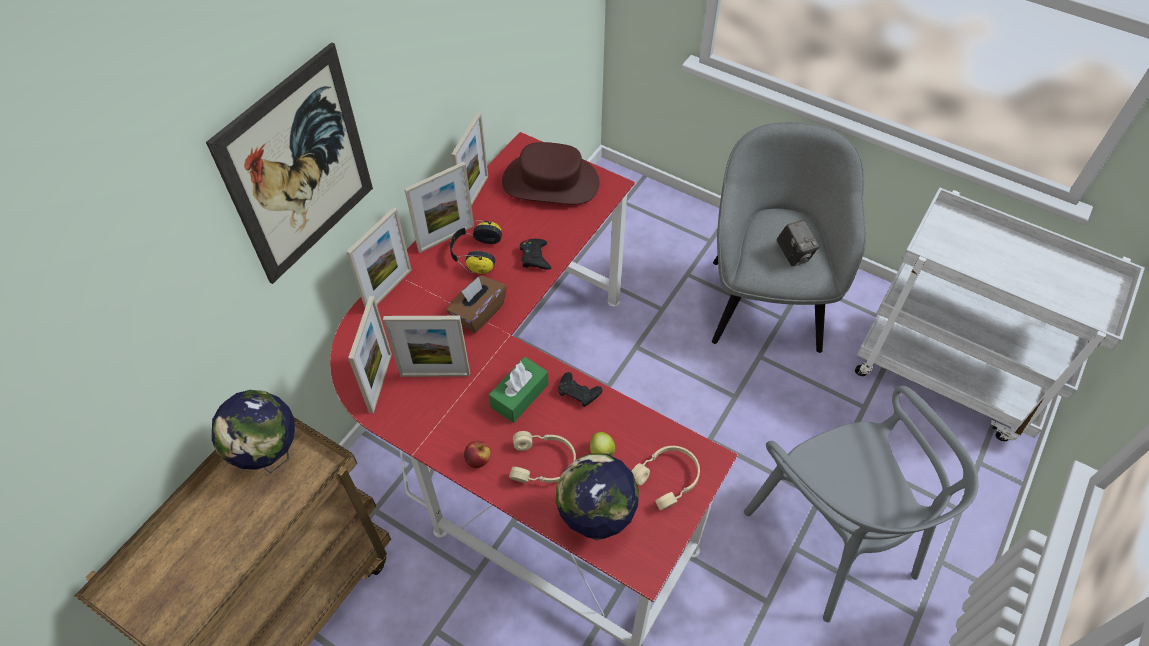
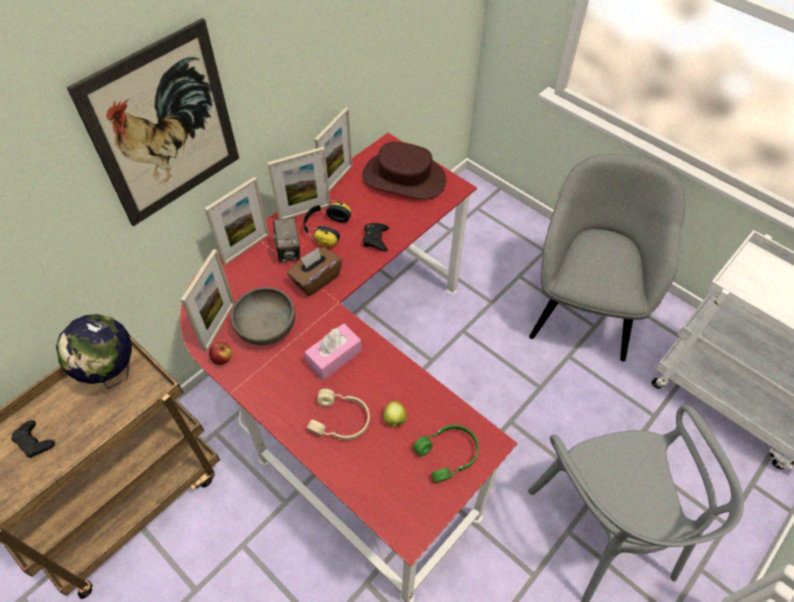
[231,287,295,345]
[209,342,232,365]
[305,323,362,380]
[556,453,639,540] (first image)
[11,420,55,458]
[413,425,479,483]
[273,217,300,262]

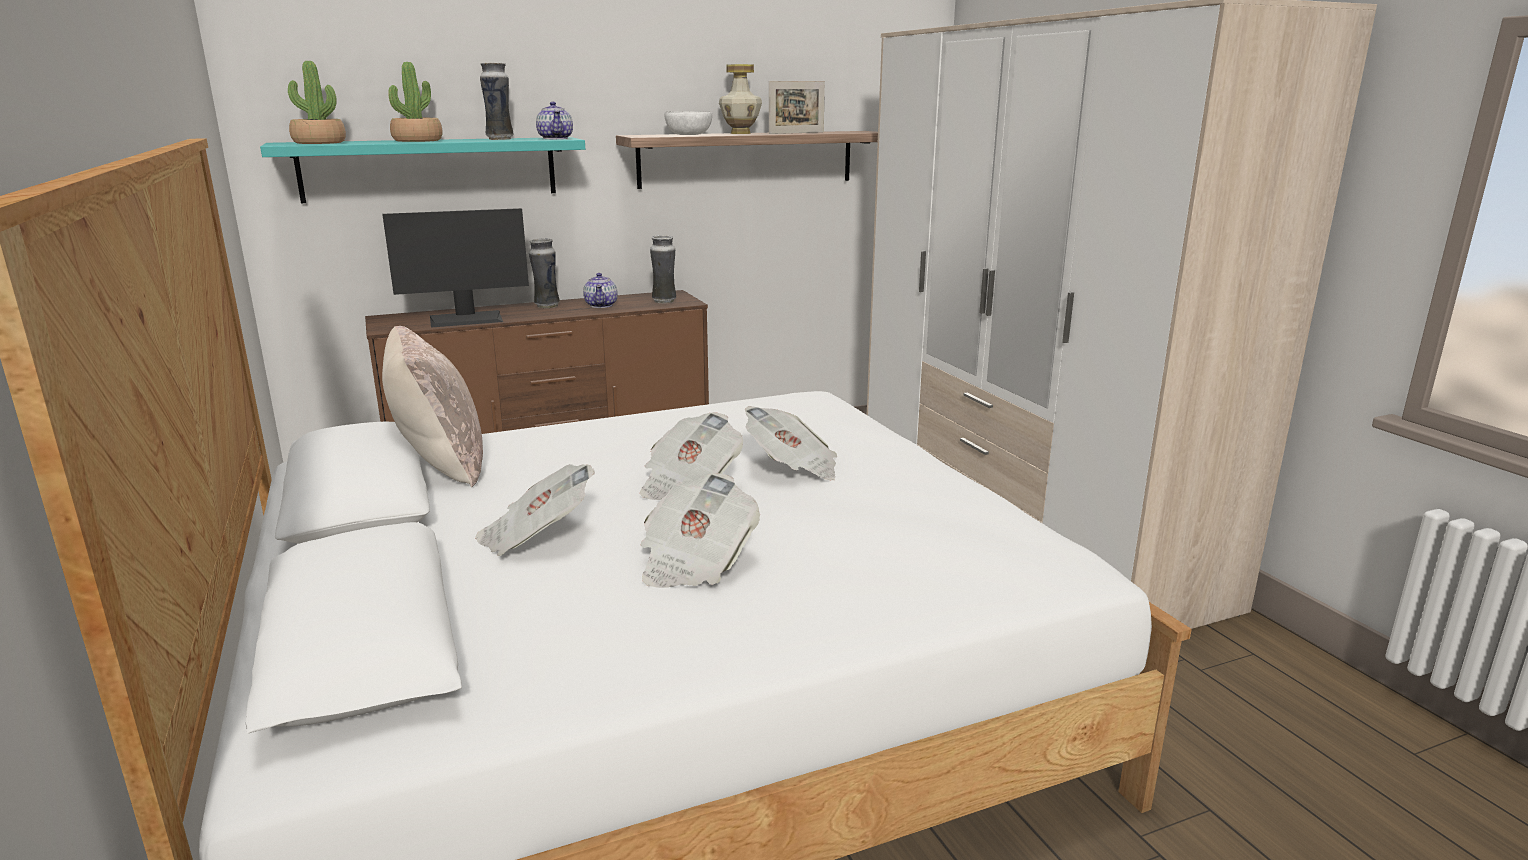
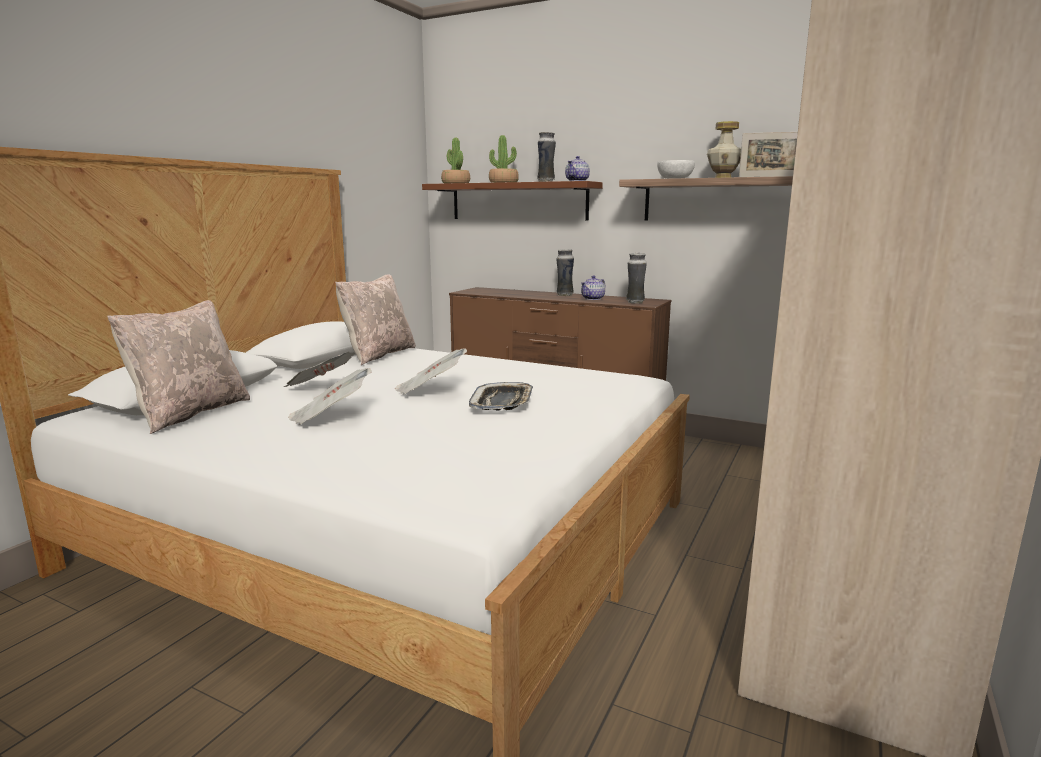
[422,181,603,221]
[382,208,529,328] (first image)
[469,382,533,410]
[107,300,250,434]

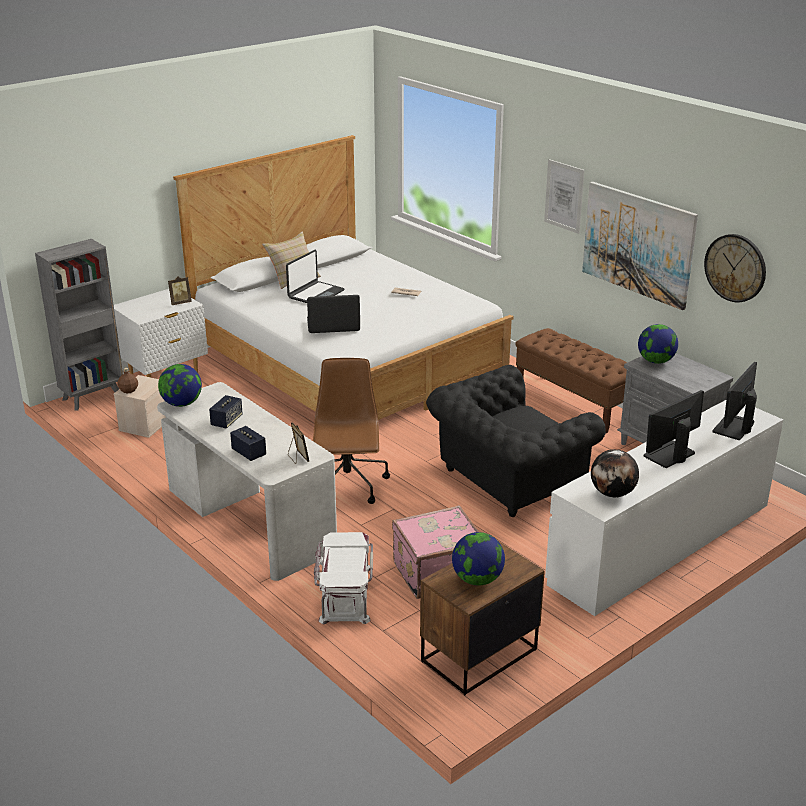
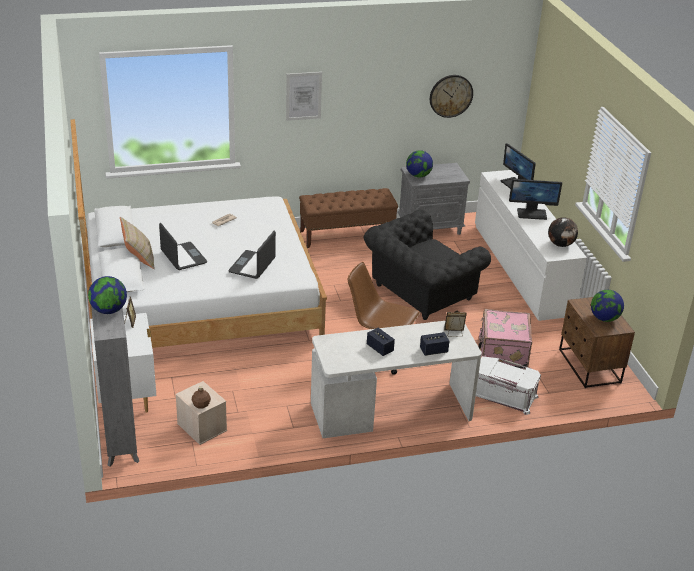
[88,276,127,314]
[363,209,491,320]
[582,182,698,310] (first image)
[509,179,562,220]

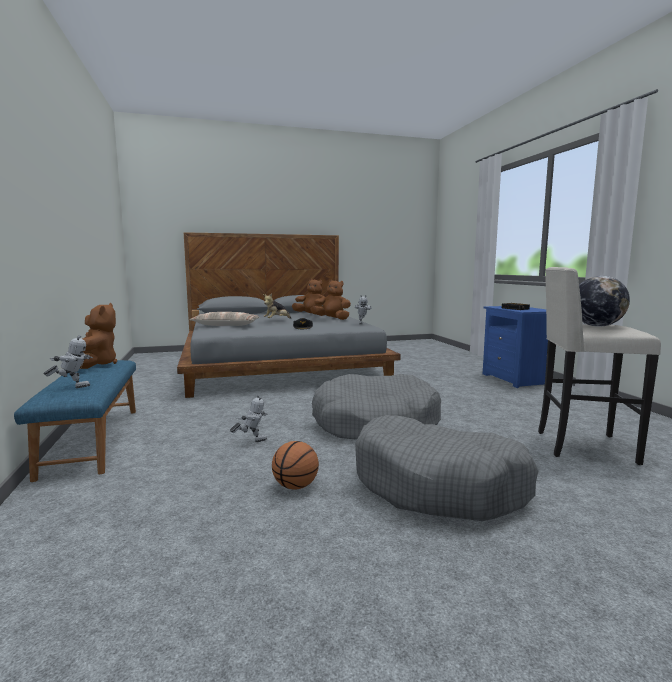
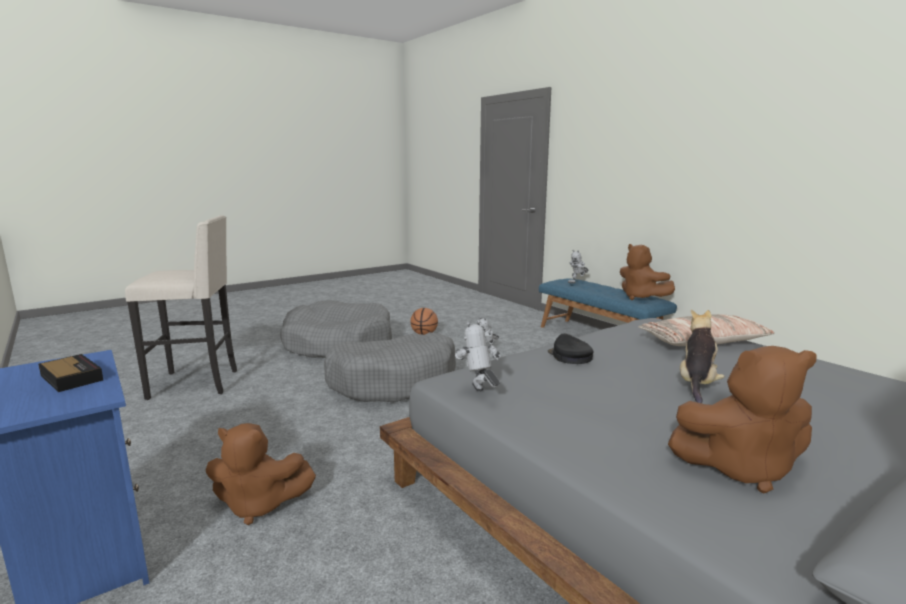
[206,423,316,525]
[579,276,630,327] (first image)

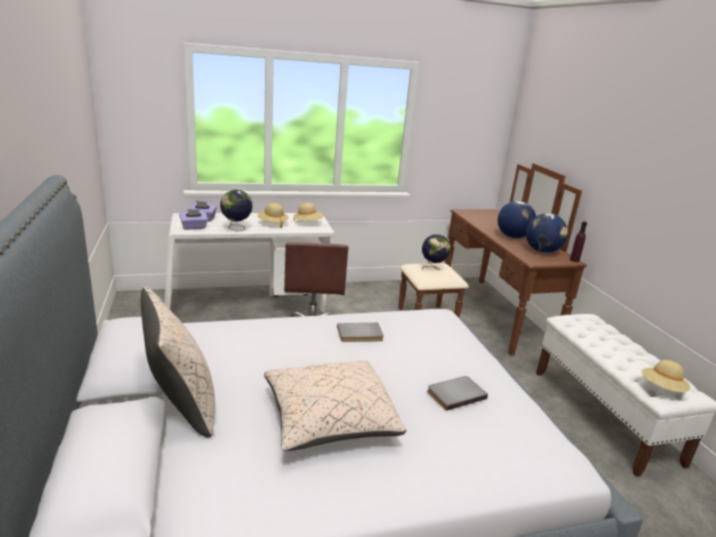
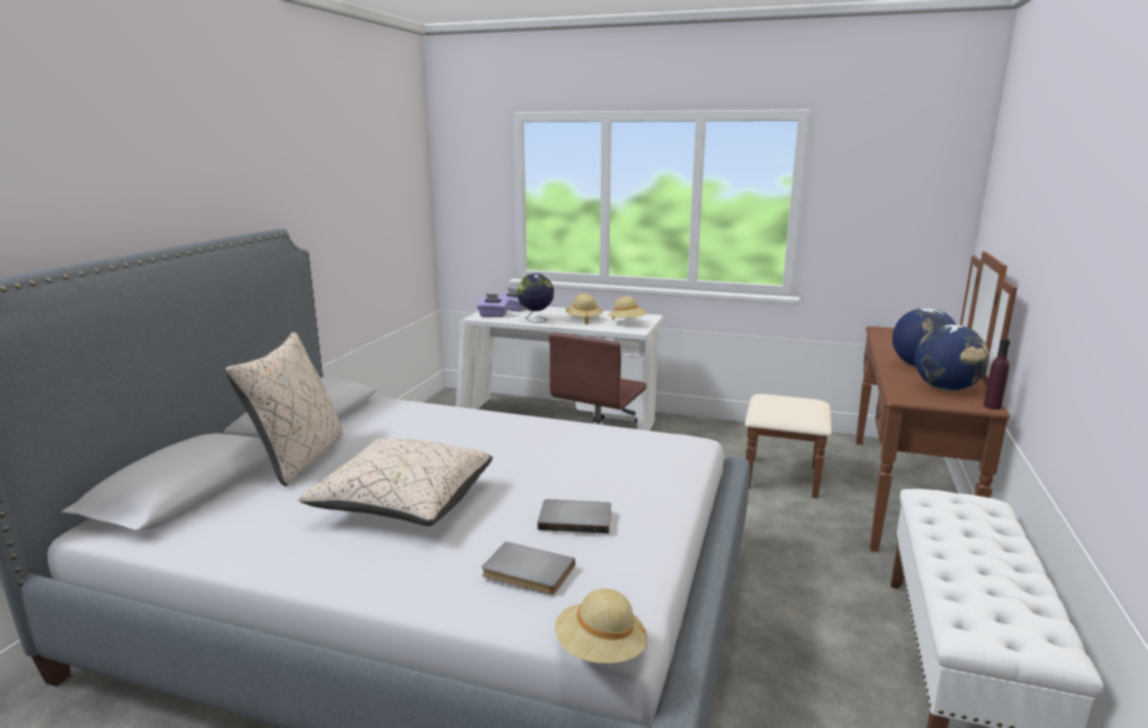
[482,541,575,595]
[422,234,451,271] (first image)
[555,589,647,663]

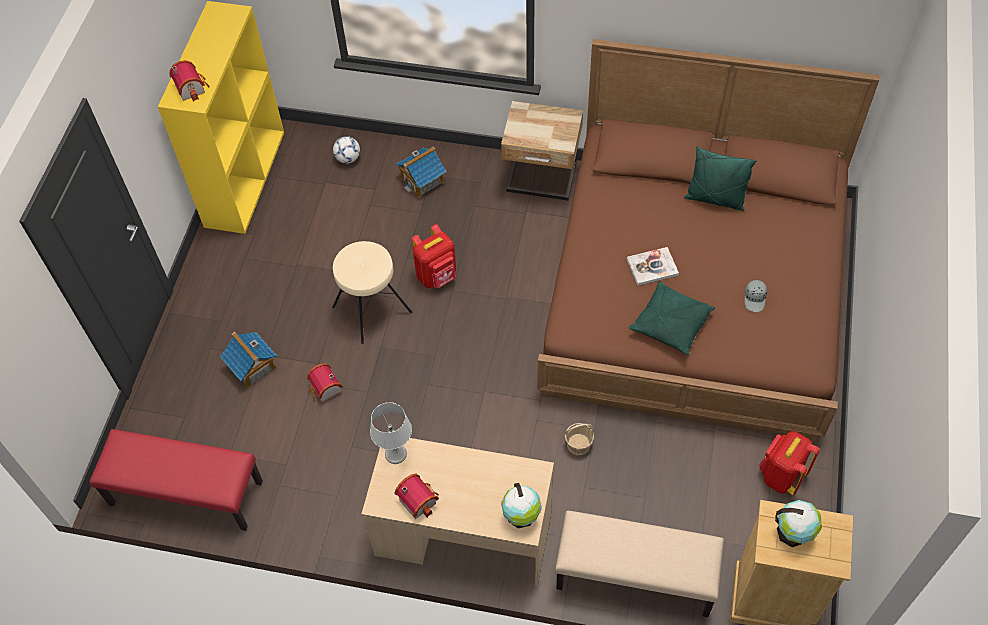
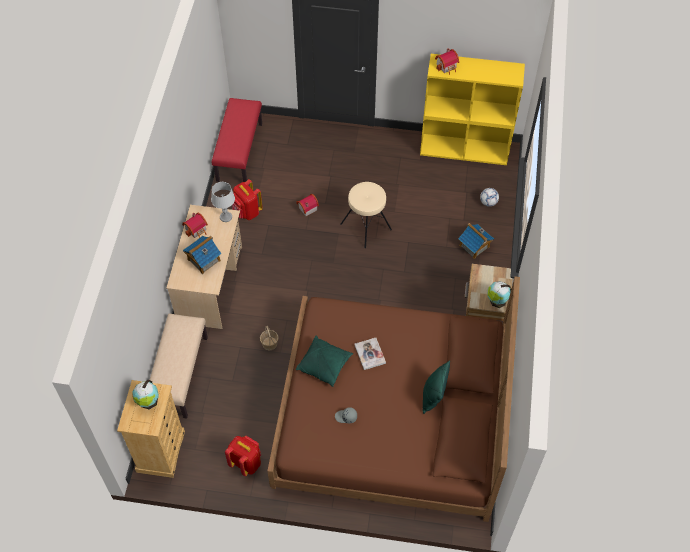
[183,236,222,274]
[232,179,263,220]
[488,281,511,308]

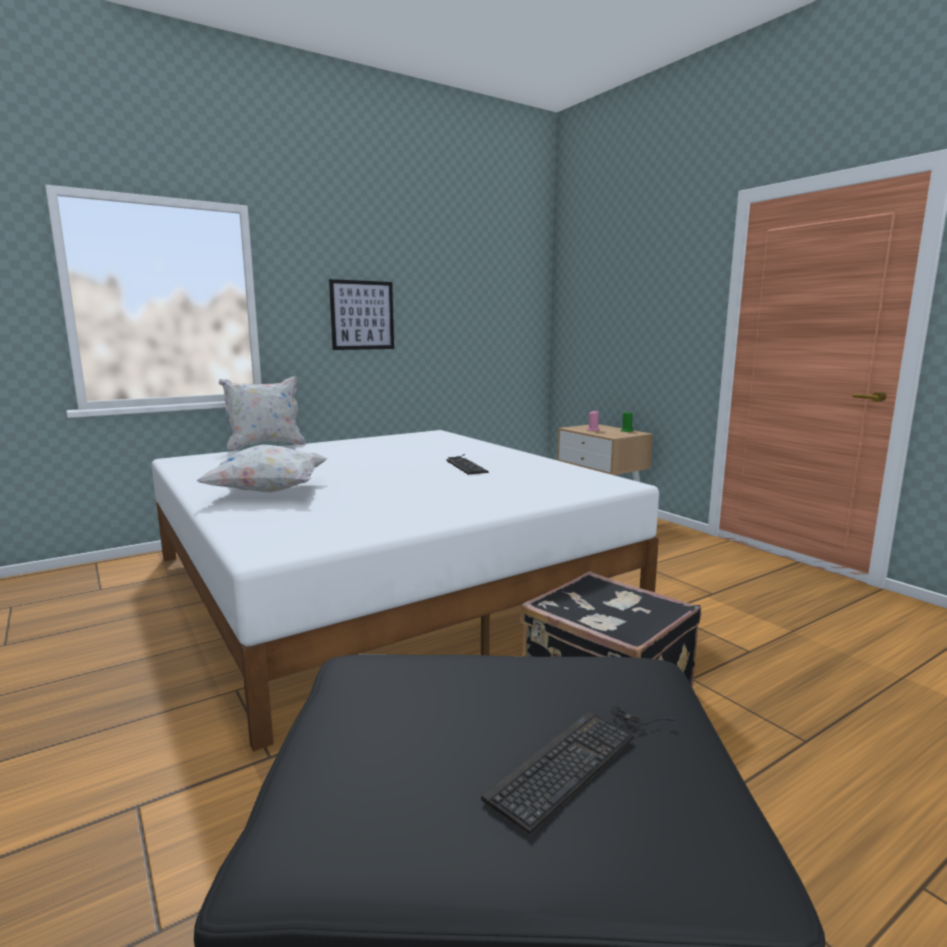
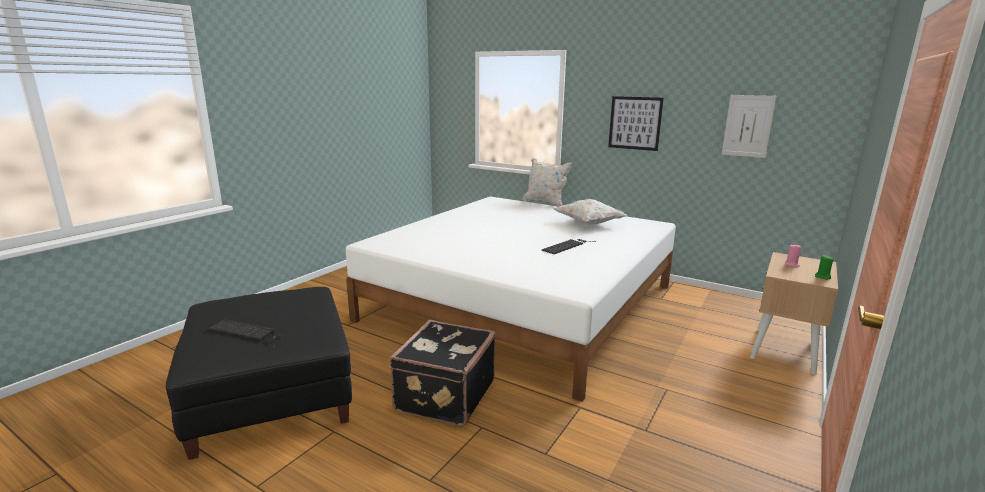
[553,199,627,224]
[722,95,776,158]

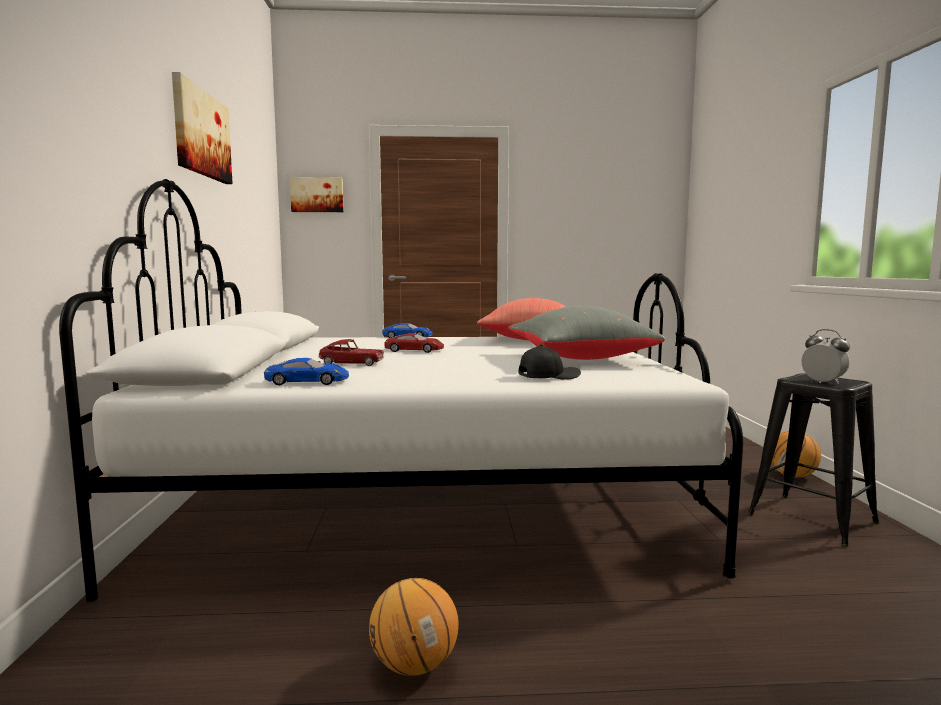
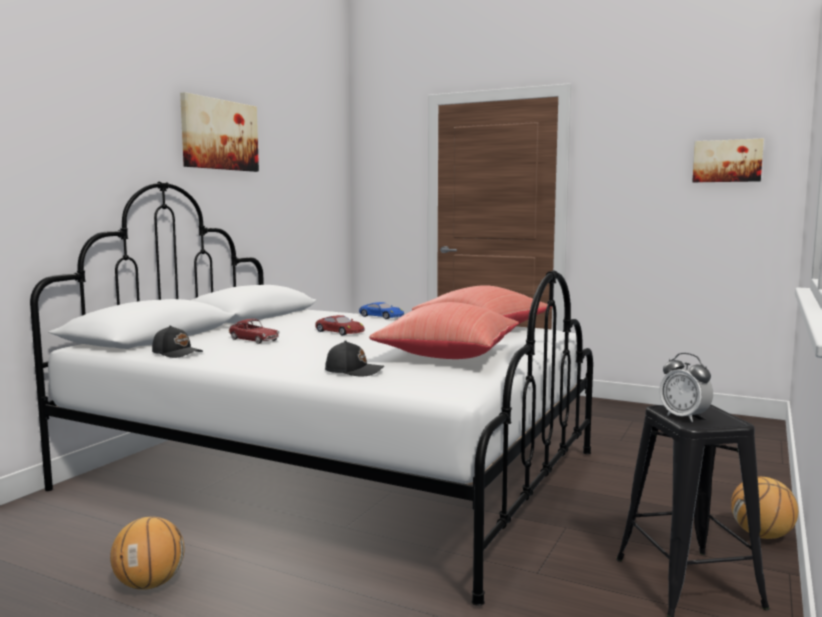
[152,325,203,358]
[692,138,764,182]
[369,302,519,359]
[660,353,713,422]

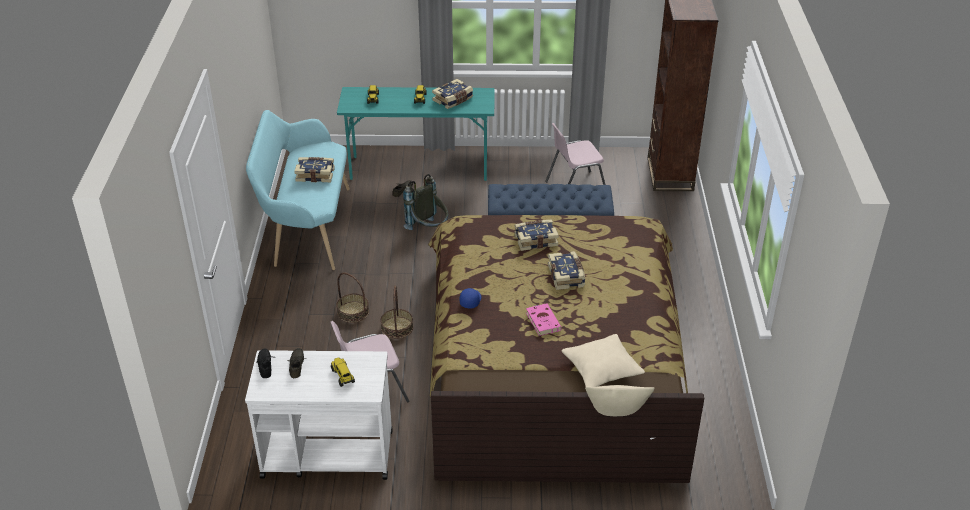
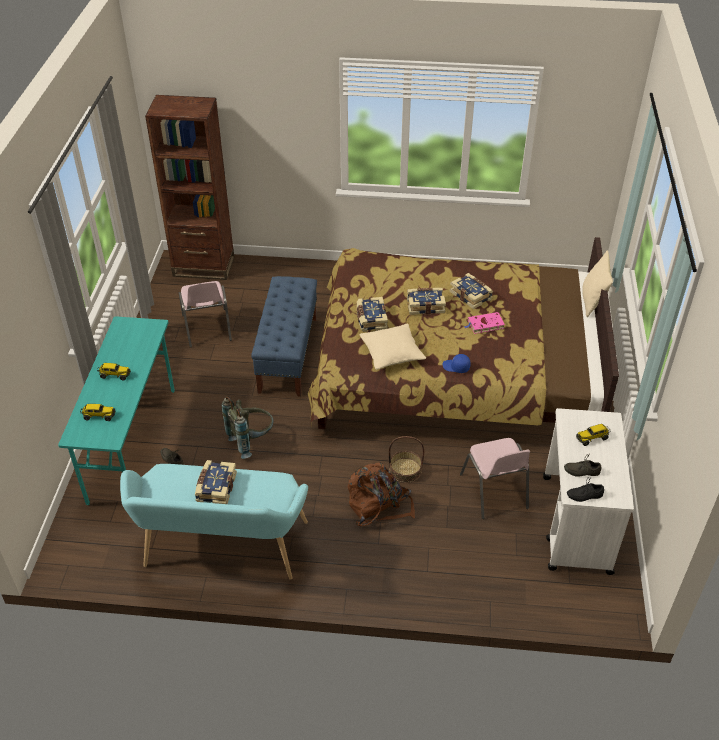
[347,462,415,526]
[450,273,493,309]
[360,324,426,370]

